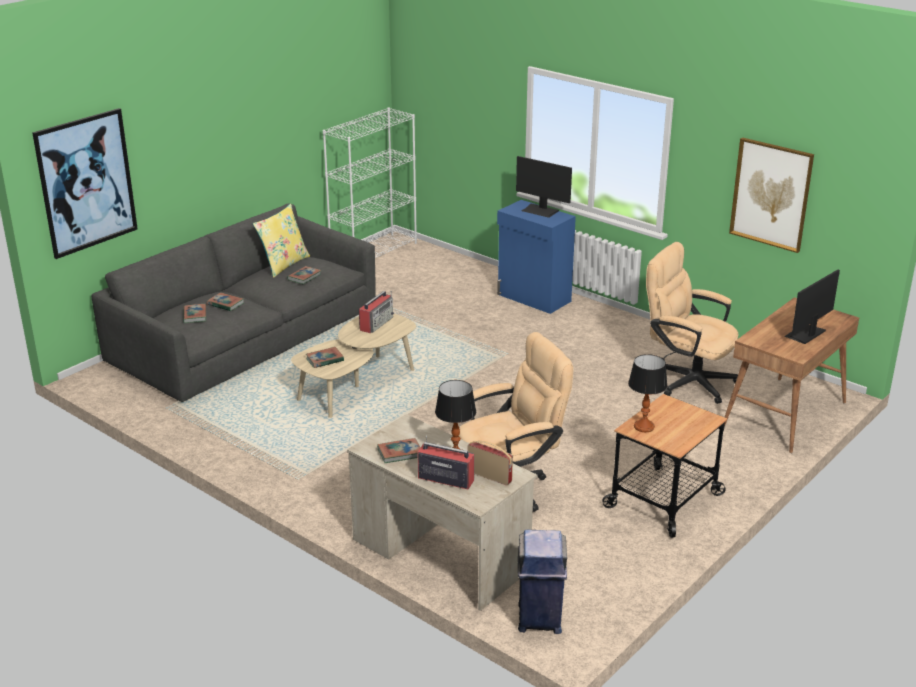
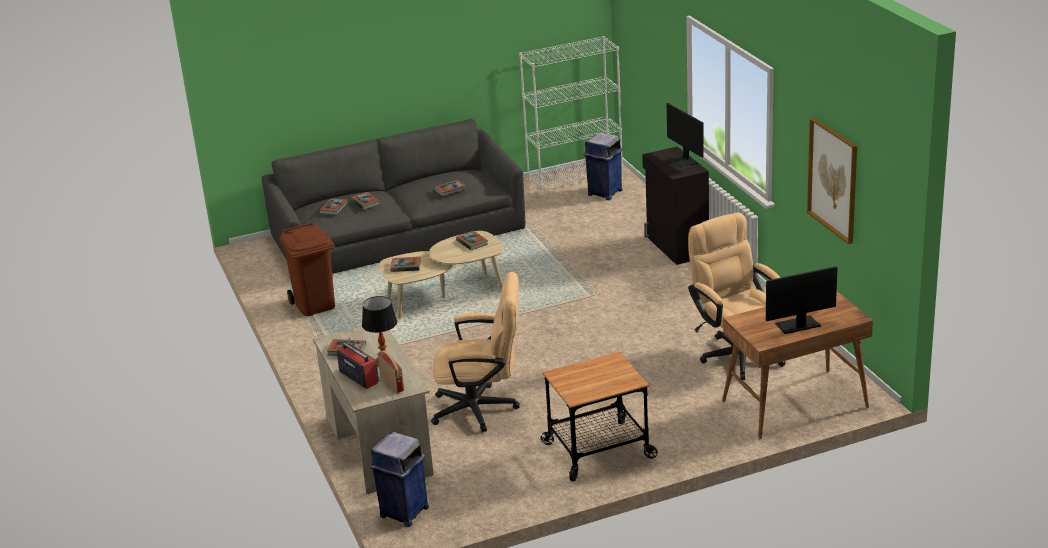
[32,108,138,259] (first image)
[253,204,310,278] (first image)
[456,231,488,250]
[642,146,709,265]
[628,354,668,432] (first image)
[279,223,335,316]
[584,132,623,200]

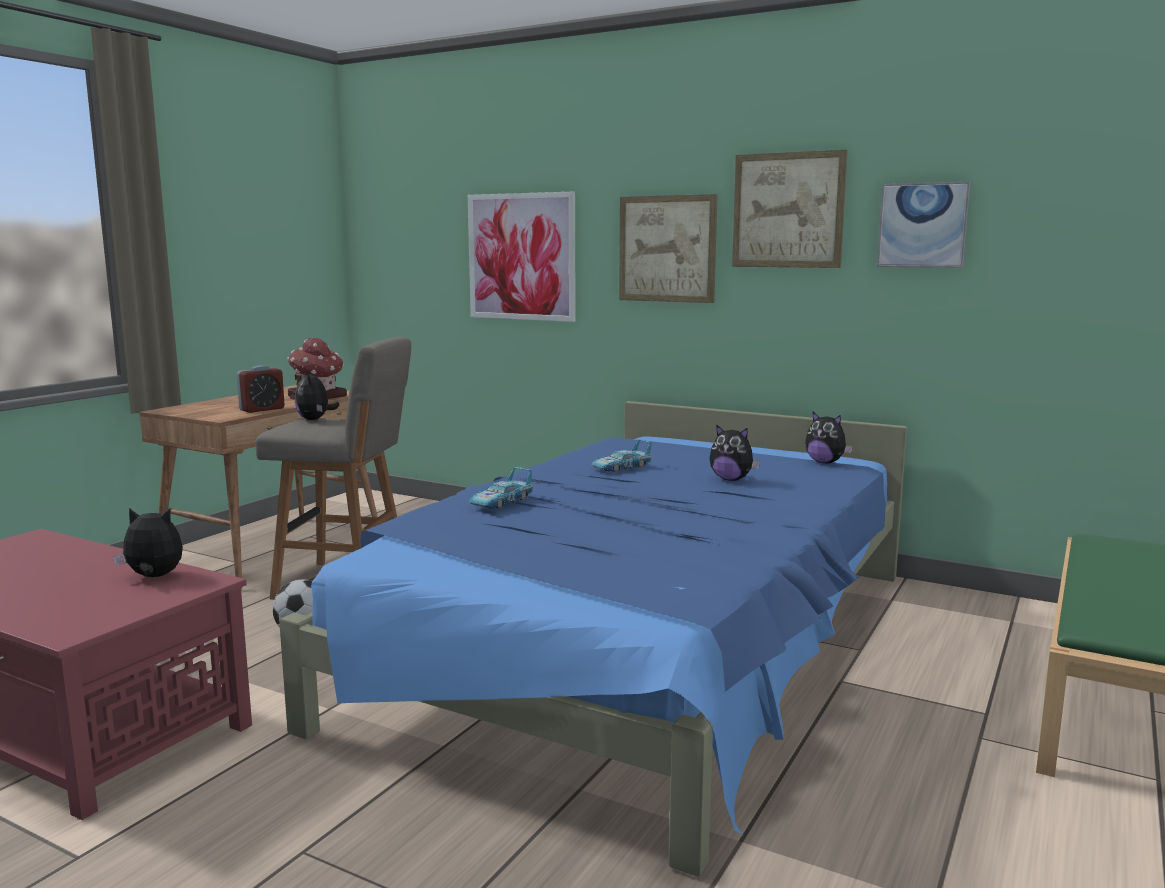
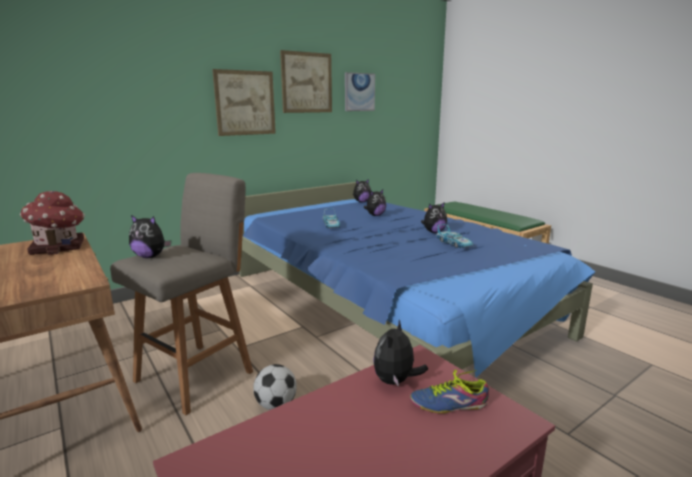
[237,365,285,413] (first image)
[468,192,575,322] (first image)
[436,224,474,248]
[410,370,489,414]
[421,202,447,233]

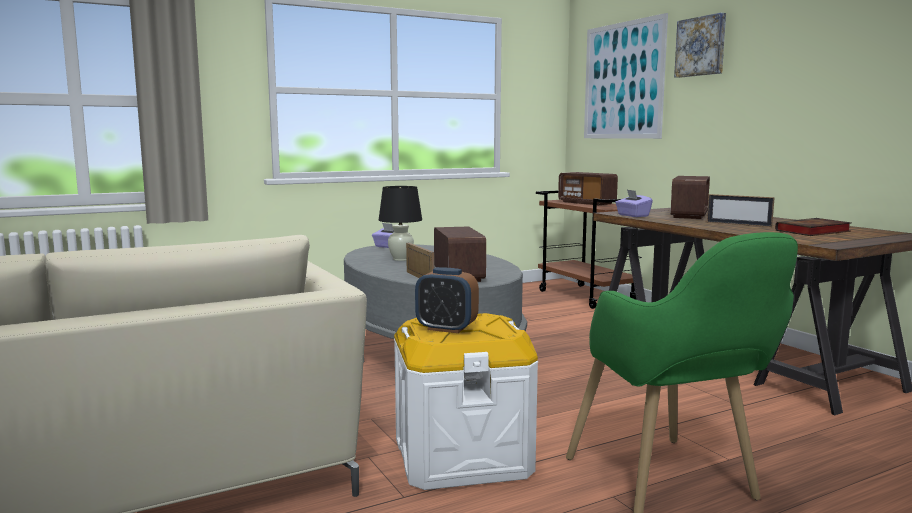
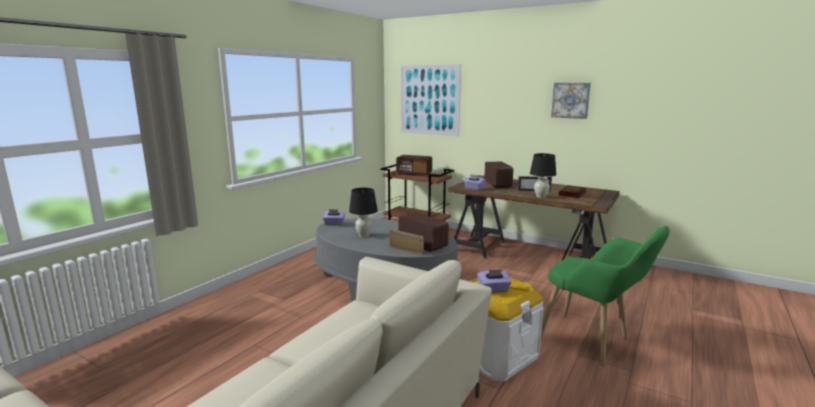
[477,270,511,293]
[551,83,591,119]
[530,153,556,198]

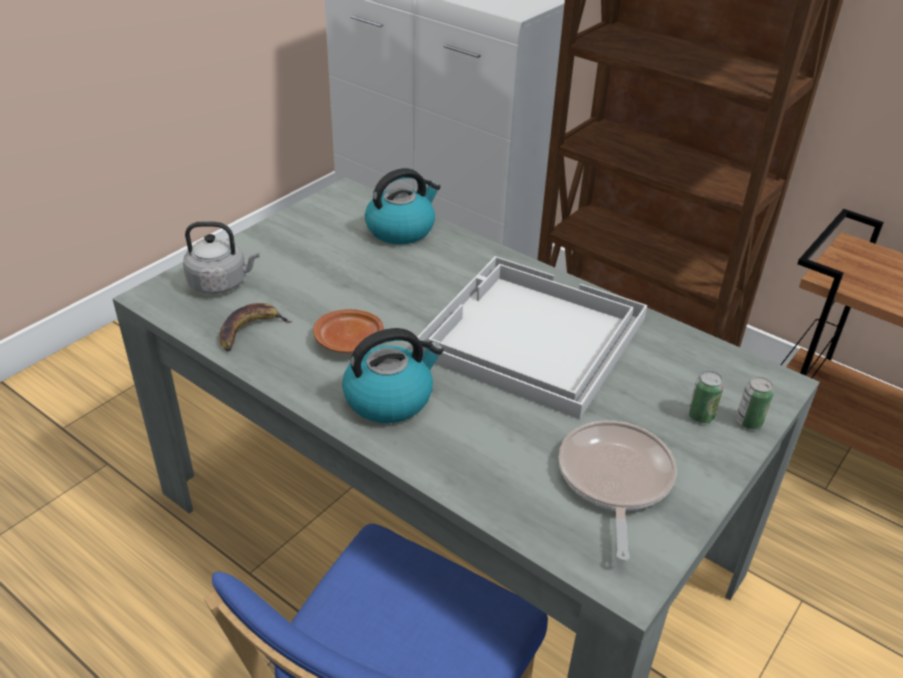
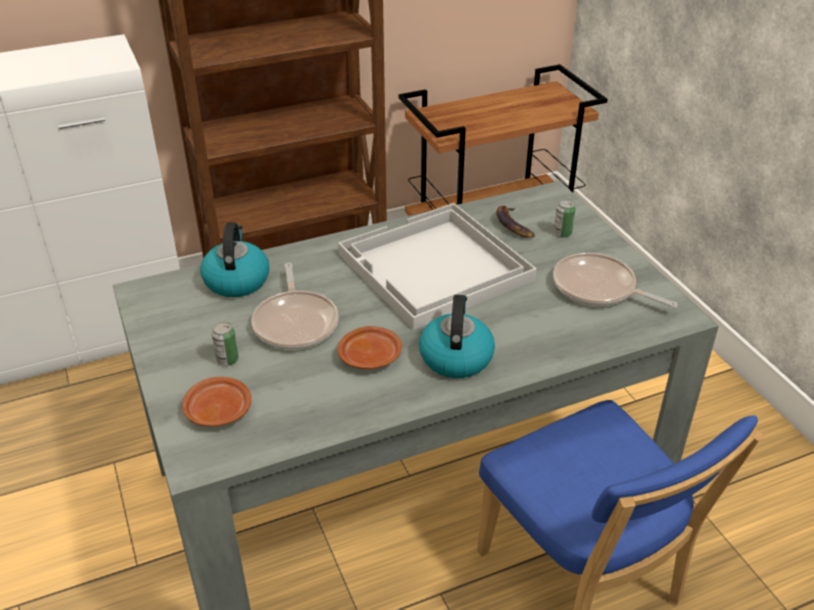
[182,377,251,426]
[496,205,535,238]
[212,322,239,366]
[251,263,339,350]

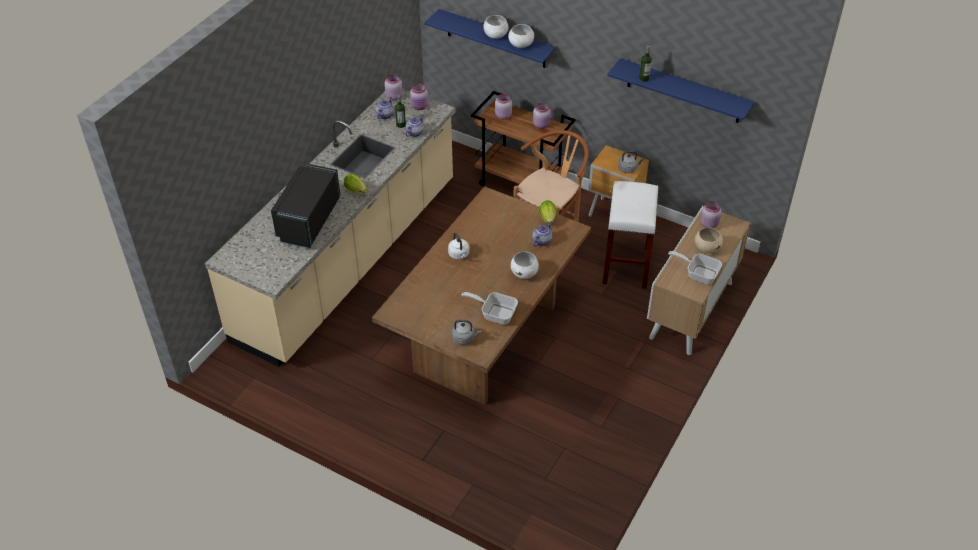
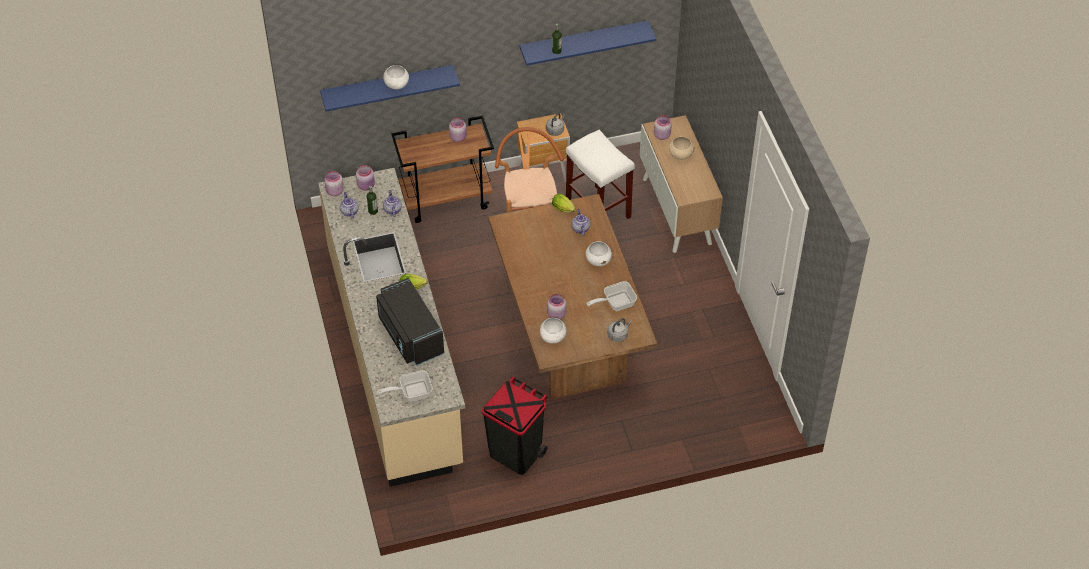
[448,233,470,260] (first image)
[547,294,566,319]
[540,318,566,344]
[378,370,433,402]
[482,376,548,475]

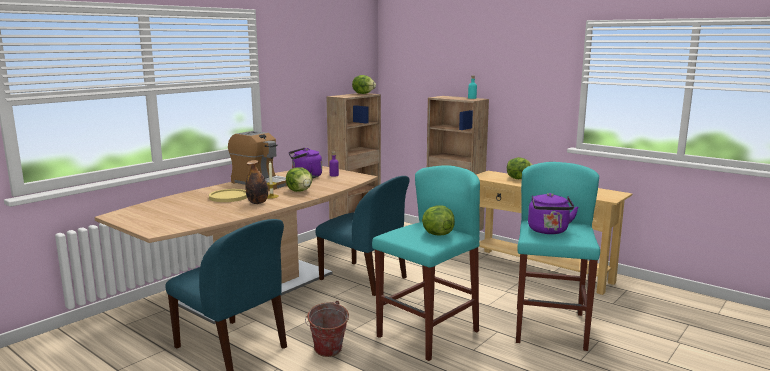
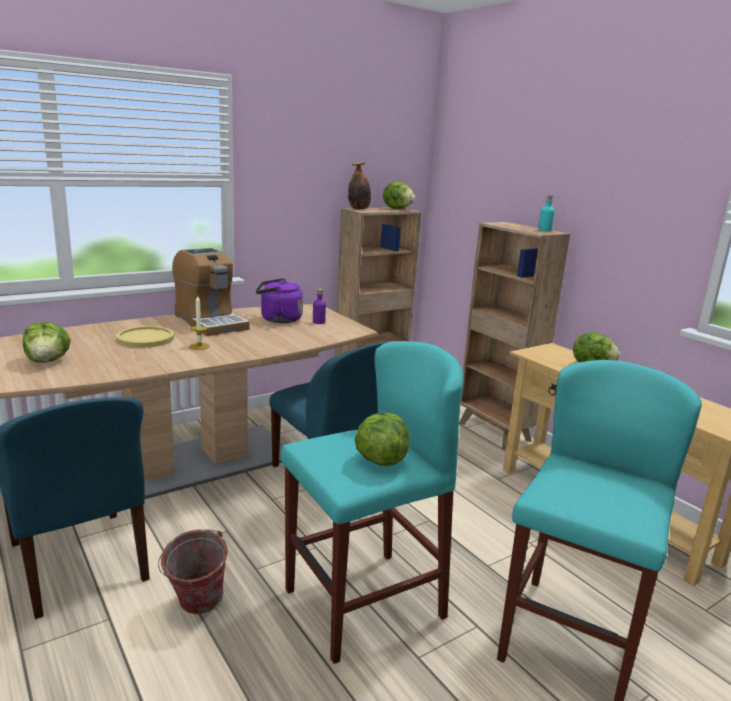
[348,162,371,210]
[23,322,71,363]
[528,193,579,234] (first image)

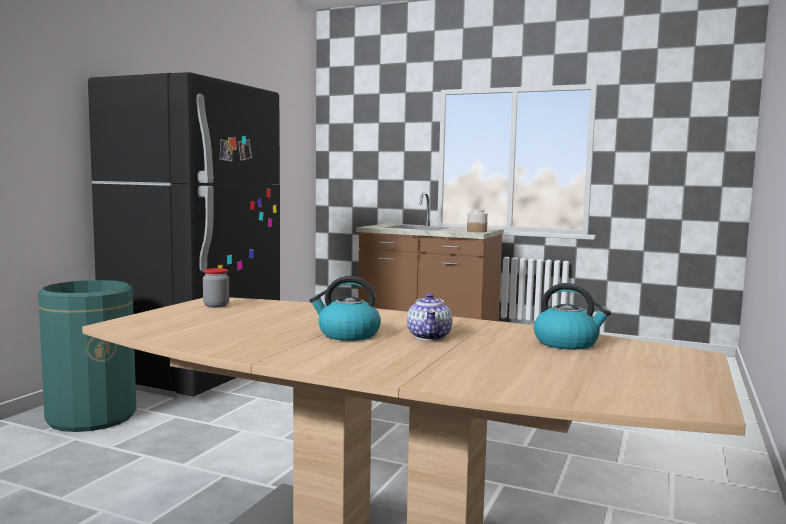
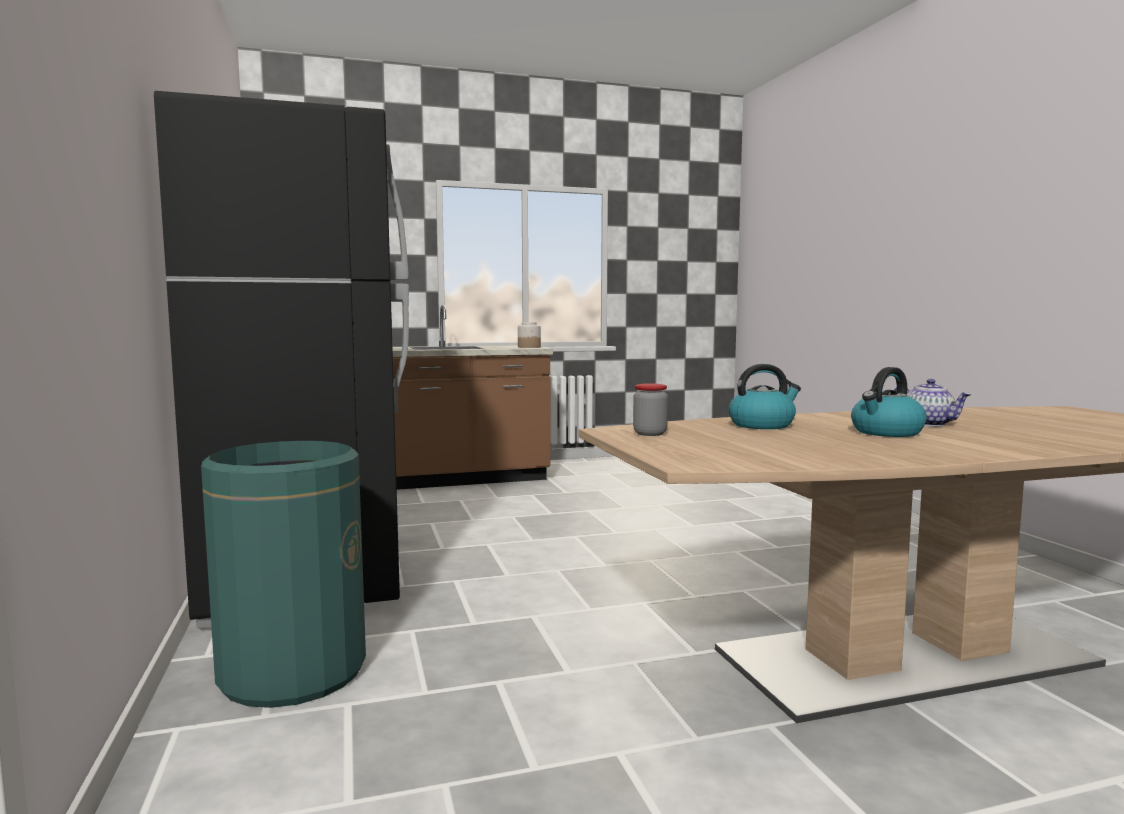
[729,364,801,429]

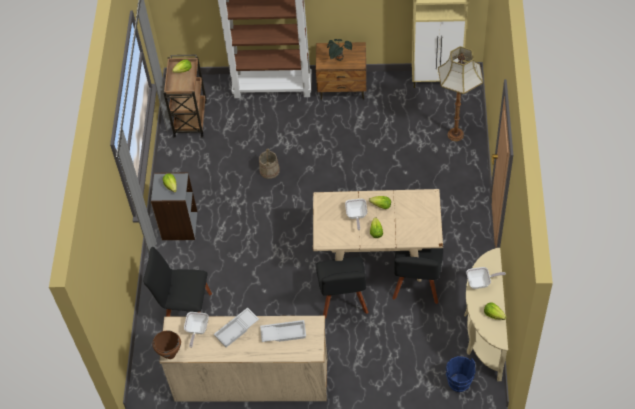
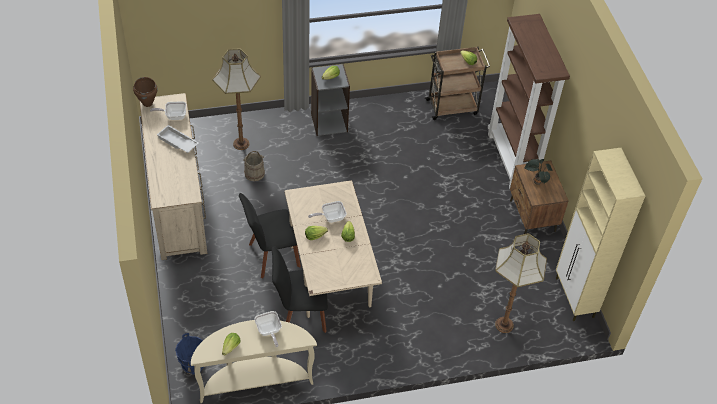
[212,48,261,150]
[243,151,265,181]
[260,320,306,342] (first image)

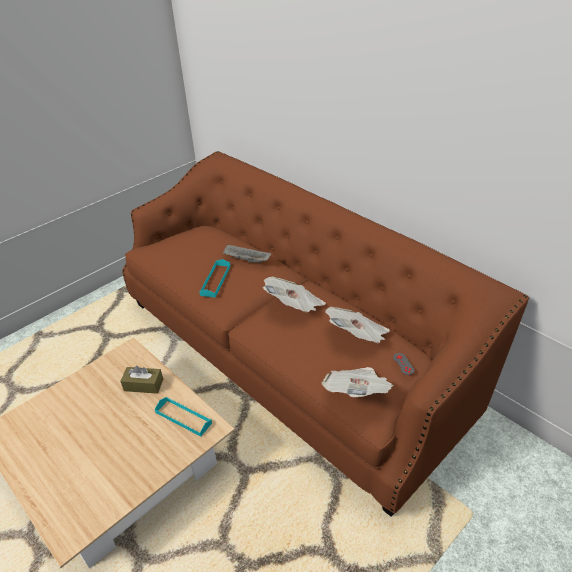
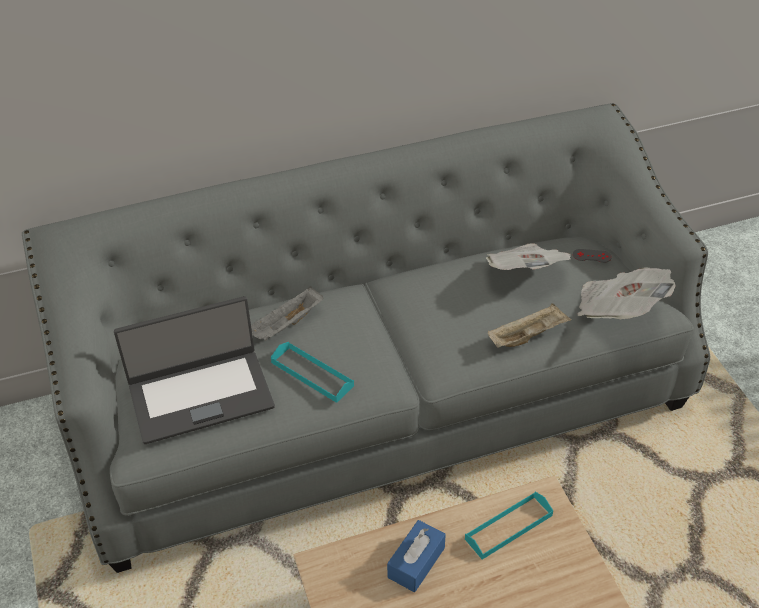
[387,520,446,592]
[22,103,710,573]
[263,276,326,312] (first image)
[114,296,275,444]
[488,303,572,348]

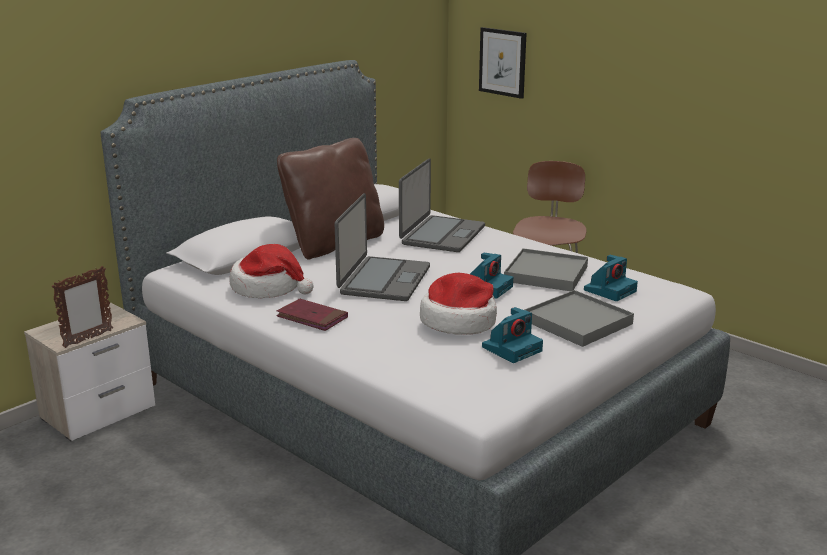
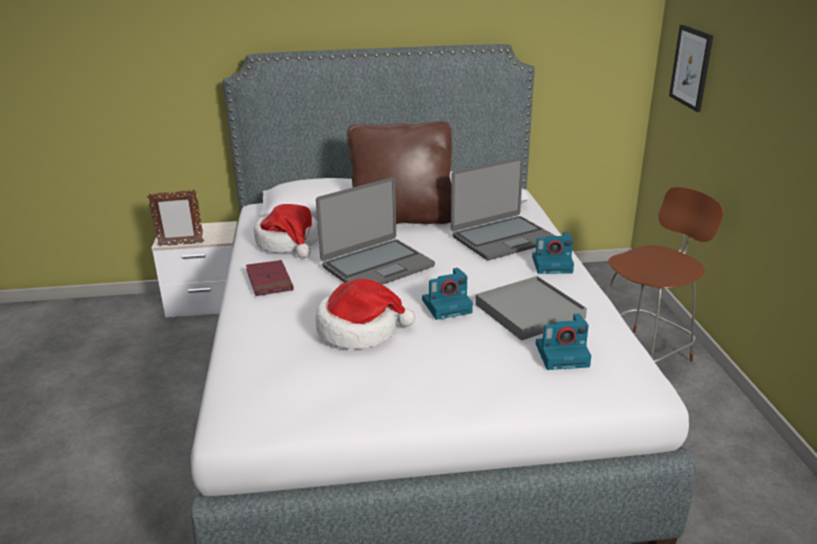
[532,232,574,274]
[524,290,634,347] (first image)

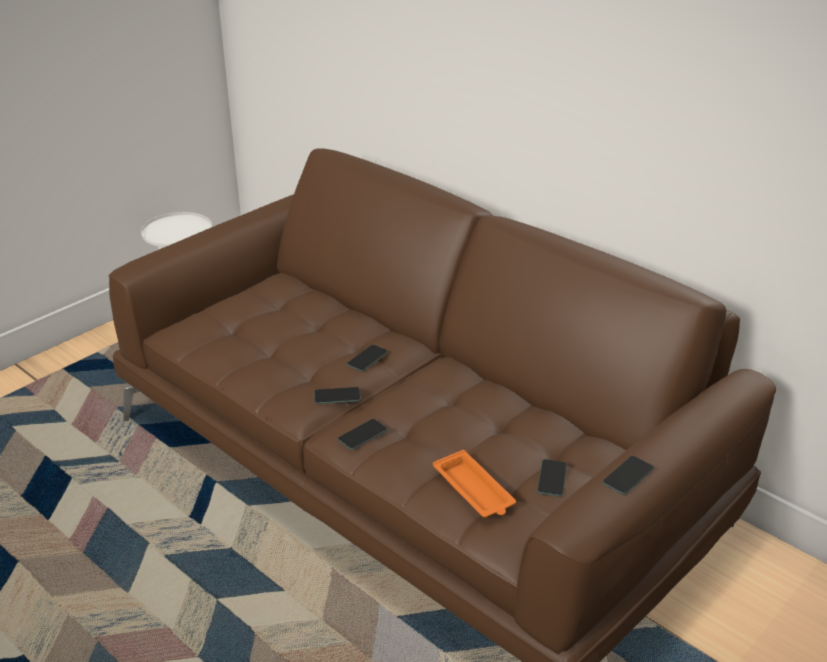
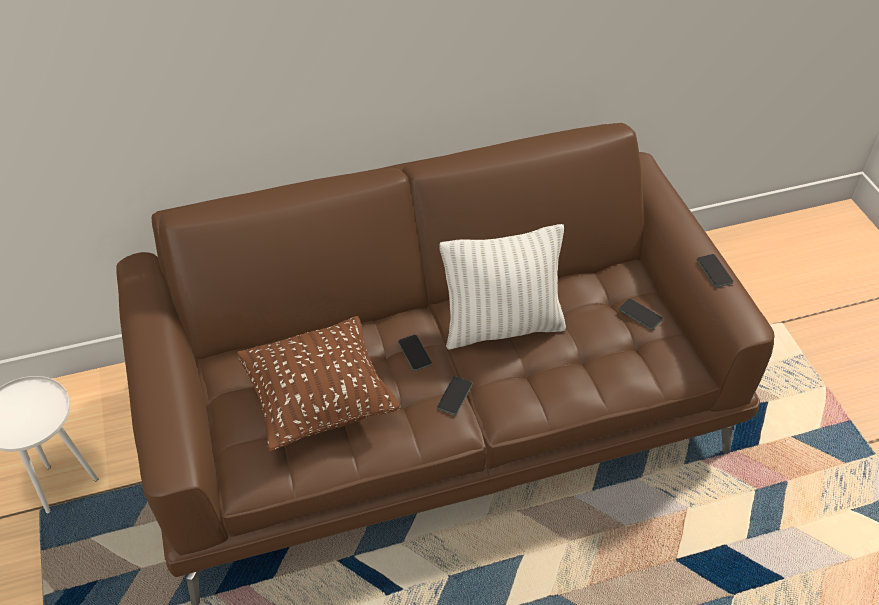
[338,419,388,450] (first image)
[433,450,516,517] (first image)
[237,316,400,452]
[439,224,566,350]

